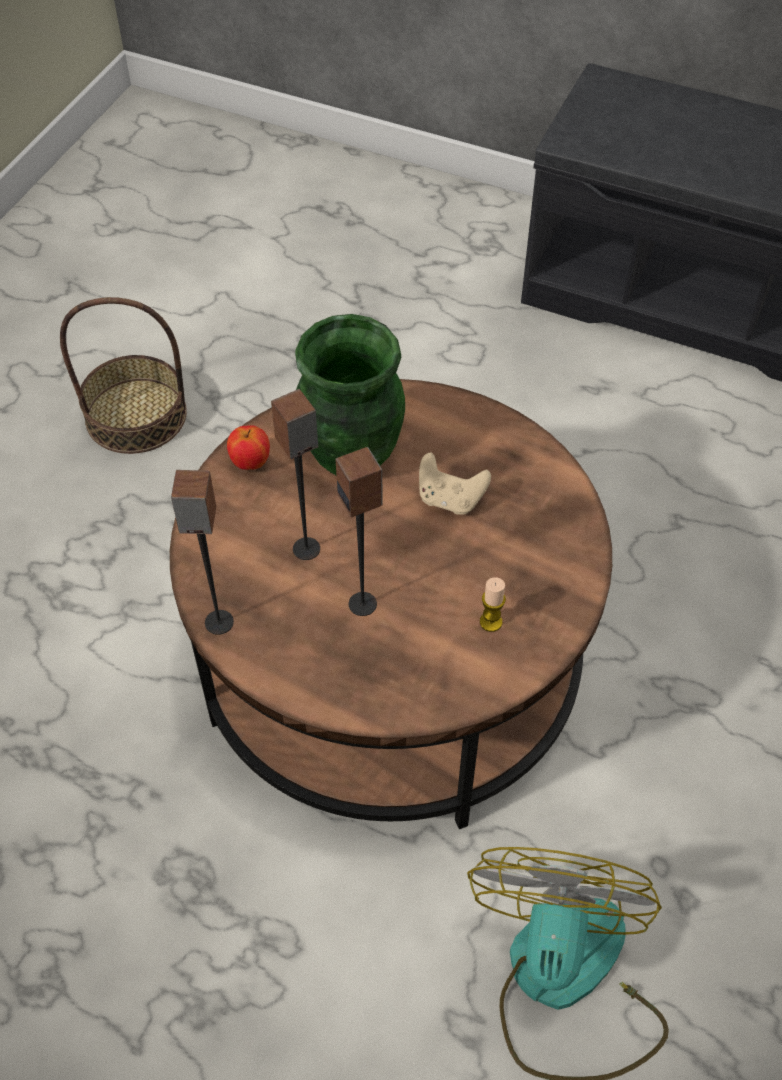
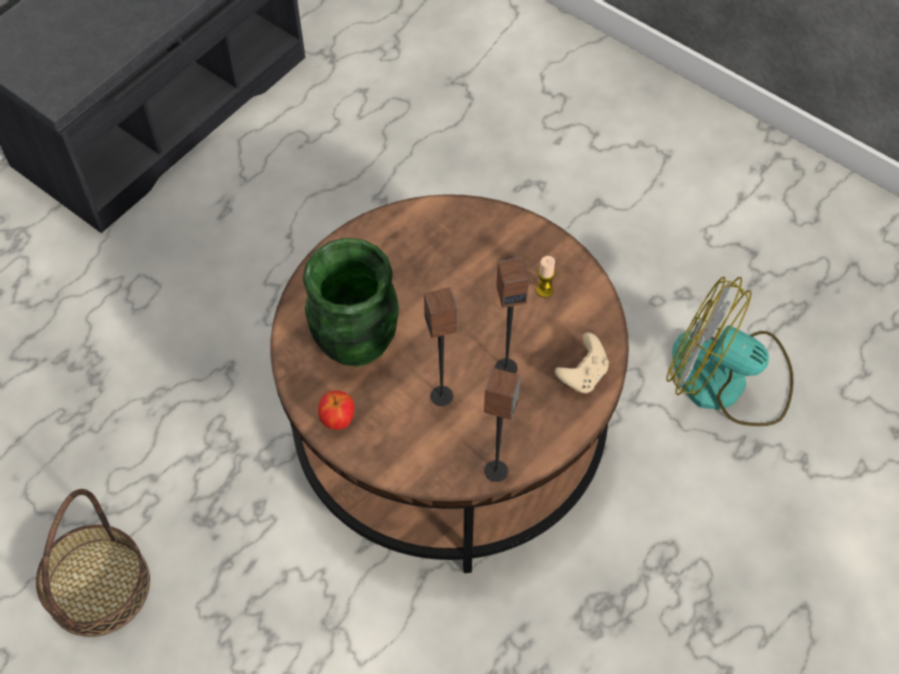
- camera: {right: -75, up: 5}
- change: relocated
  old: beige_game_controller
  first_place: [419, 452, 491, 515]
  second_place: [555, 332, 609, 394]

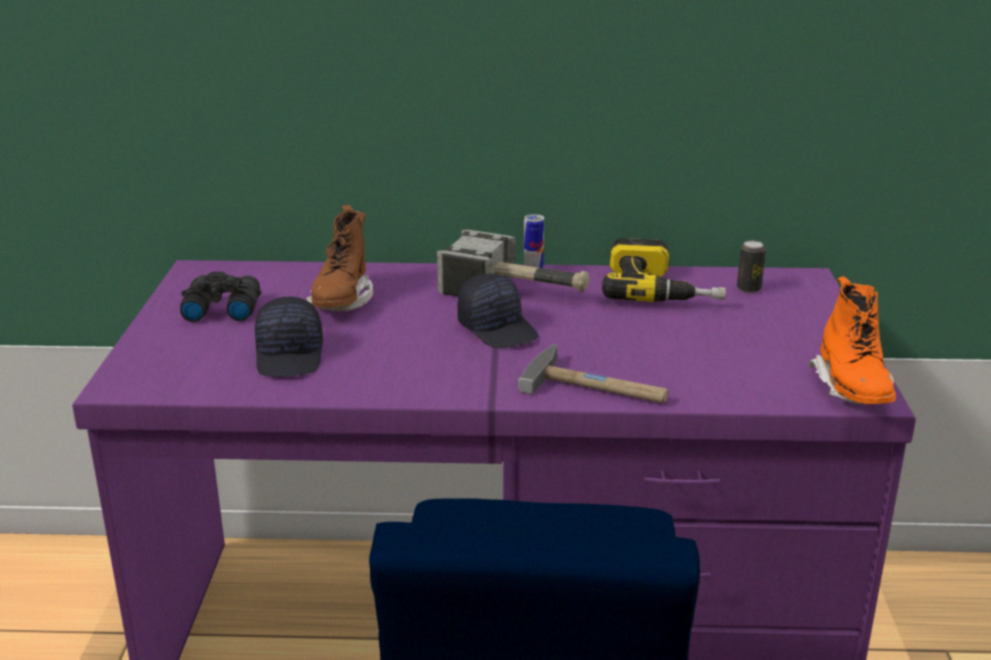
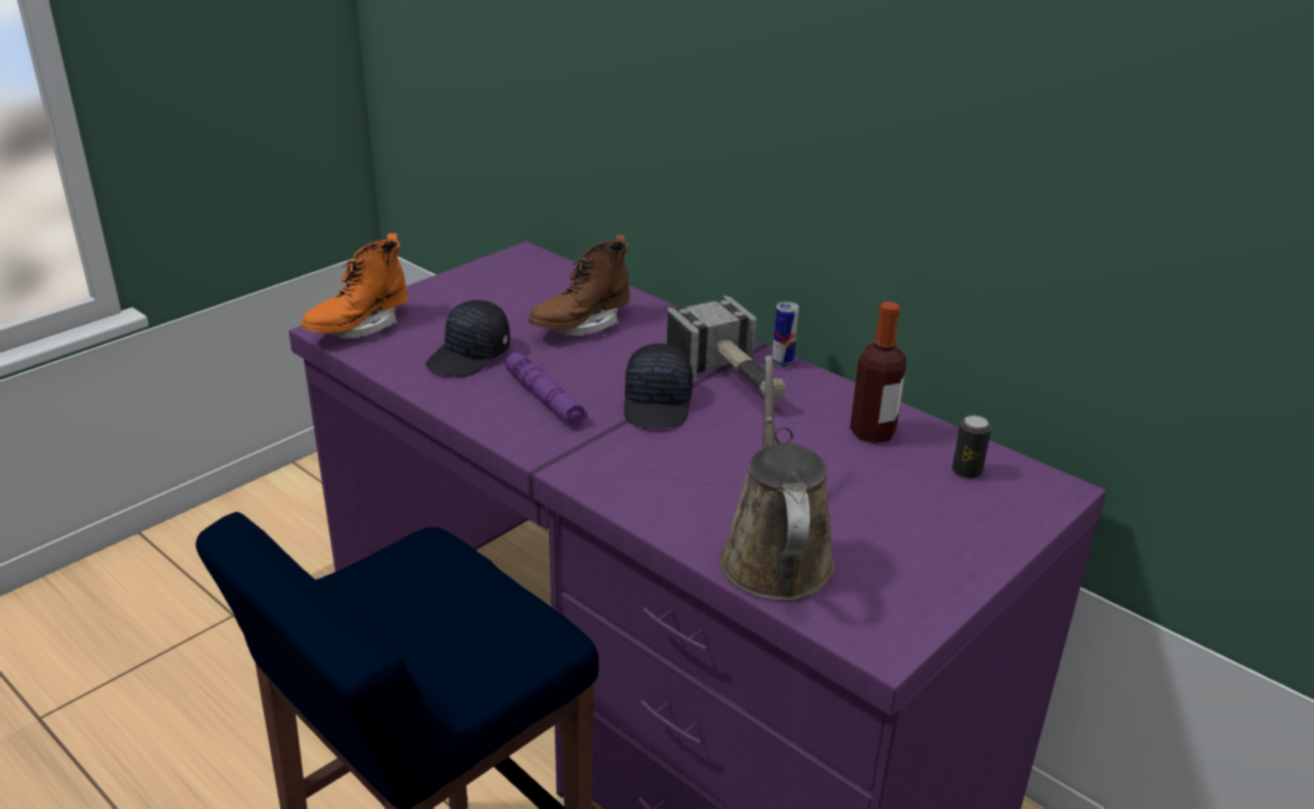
- camera: {right: 40, up: 5}
- change: missing
  old: black_binoculars
  first_place: [180, 272, 262, 322]
- change: missing
  old: hammer
  first_place: [518, 344, 668, 403]
- change: appeared
  new: purple_flashlight
  second_place: [505, 352, 588, 426]
- change: appeared
  new: brown_watering_can
  second_place: [719, 355, 835, 601]
- change: relocated
  old: orange_boot
  first_place: [809, 276, 896, 404]
  second_place: [301, 233, 408, 339]
- change: exchanged
  old: power_drill
  new: bottle
  first_place: [602, 238, 726, 302]
  second_place: [850, 301, 906, 443]

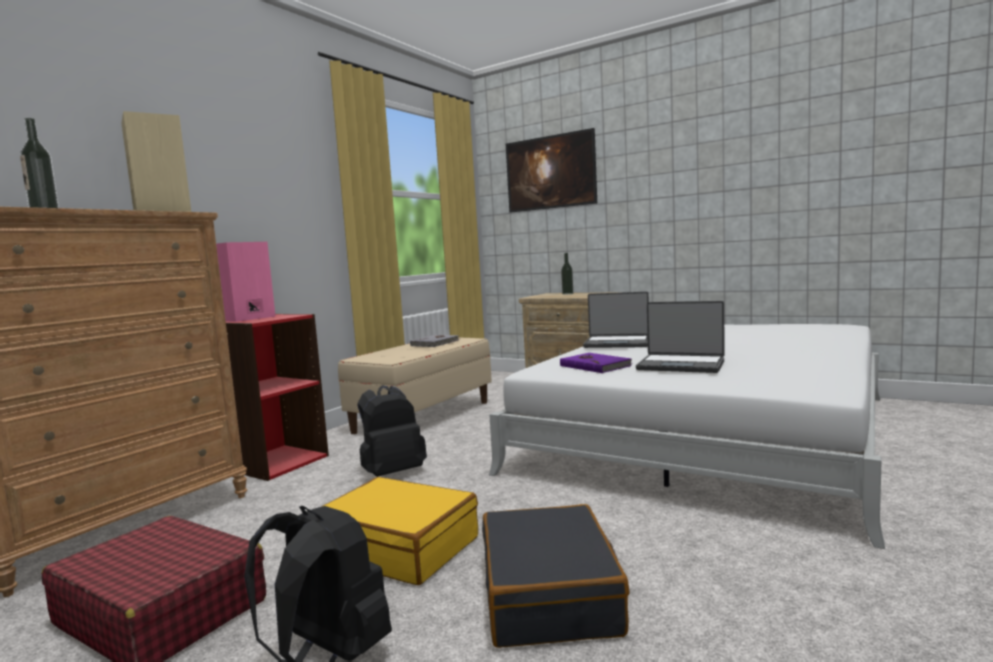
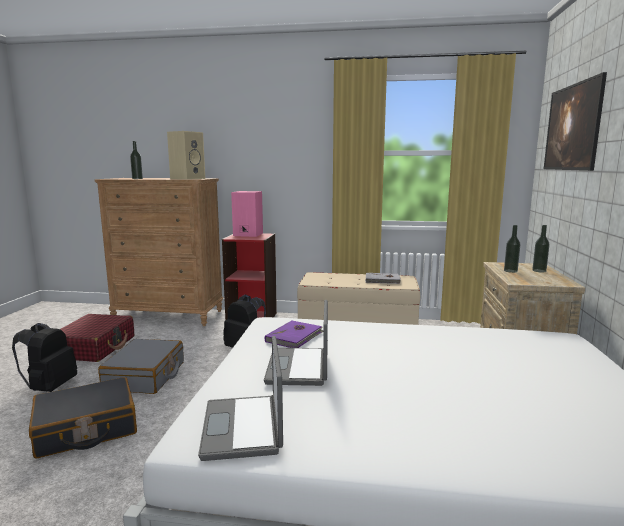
- camera: {right: 65, up: 5}
- change: appeared
  new: bottle
  second_place: [504, 225, 520, 273]
- change: relocated
  old: laptop
  first_place: [583, 292, 649, 348]
  second_place: [198, 336, 283, 461]
- change: colour
  old: yellow_suitcase
  new: grey_suitcase
  first_place: [321, 477, 478, 585]
  second_place: [98, 339, 184, 394]

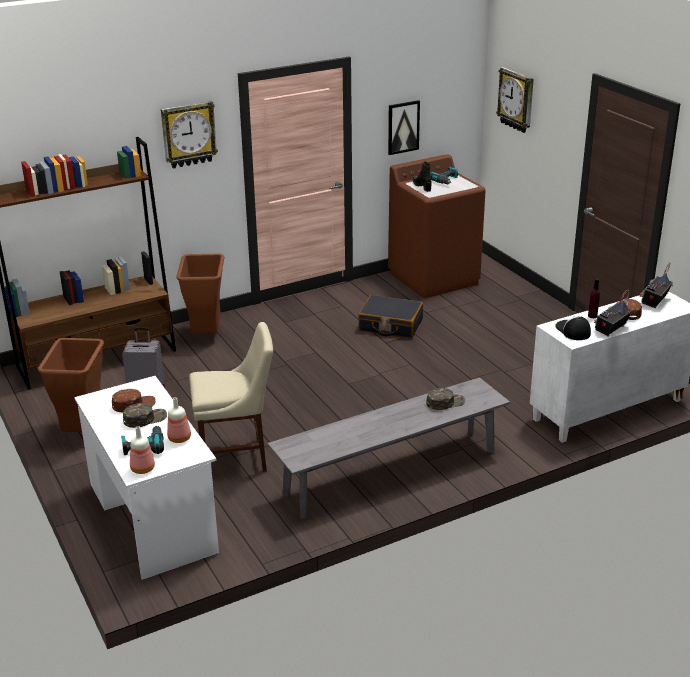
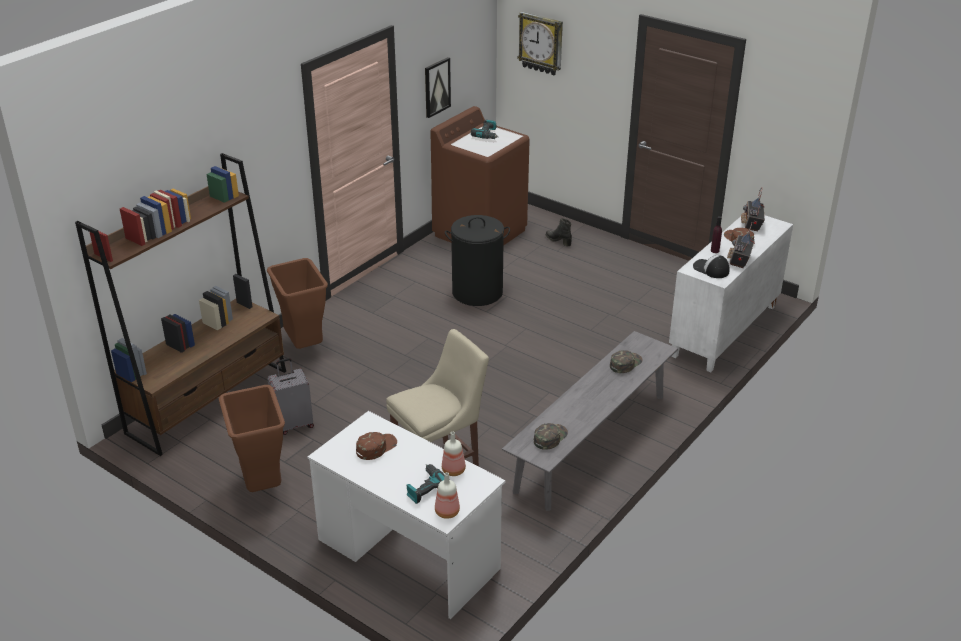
- camera: {right: -25, up: 5}
- change: missing
  old: wall_clock
  first_place: [161, 101, 218, 168]
- change: relocated
  old: green_cap
  first_place: [123, 403, 167, 428]
  second_place: [534, 423, 568, 450]
- change: relocated
  old: black_boot
  first_place: [413, 161, 432, 192]
  second_place: [546, 218, 572, 247]
- change: exchanged
  old: black_suitcase
  new: black_laundry_basket
  first_place: [358, 295, 423, 339]
  second_place: [445, 215, 510, 306]

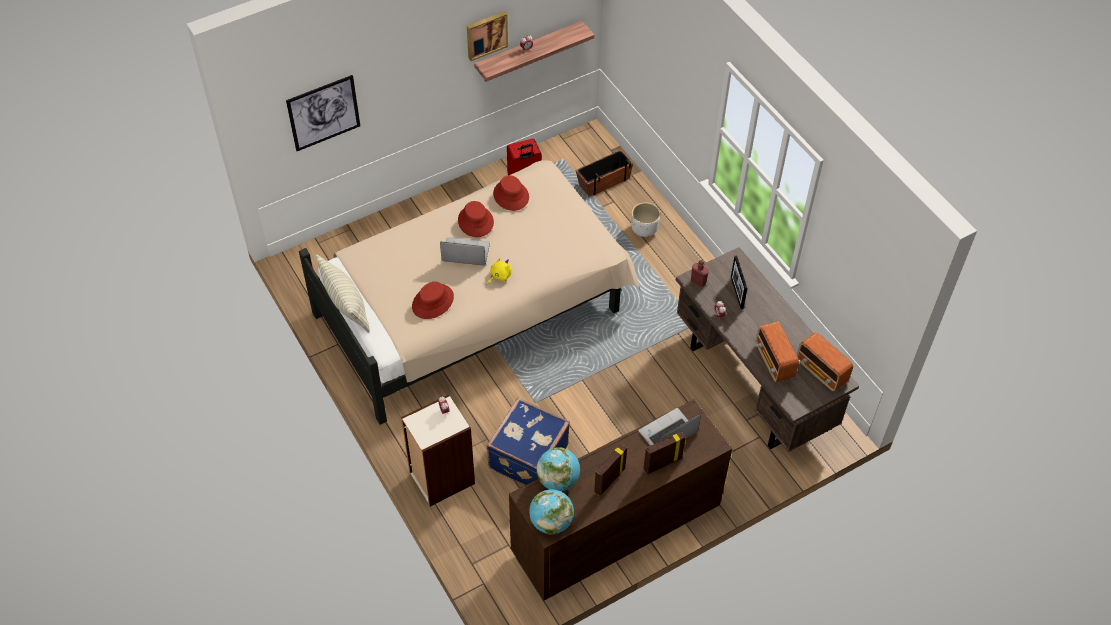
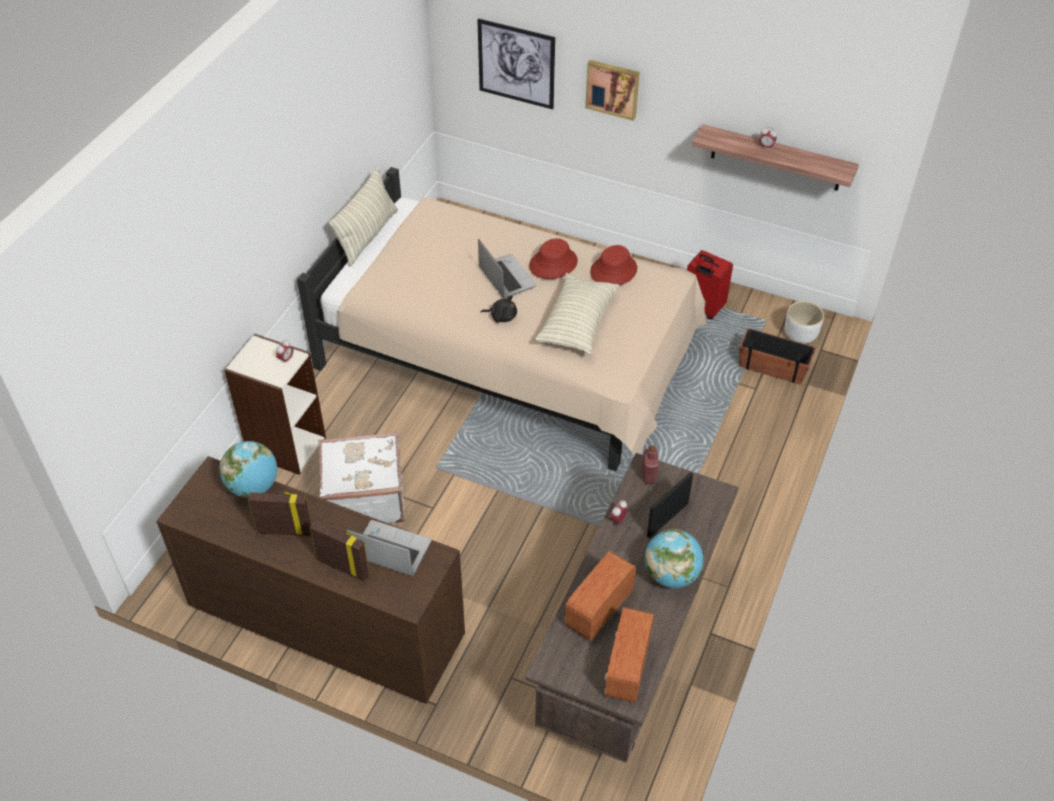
- camera: {right: 55, up: -5}
- change: missing
  old: red_hat
  first_place: [412, 282, 454, 319]
- change: appeared
  new: pillow
  second_place: [535, 273, 619, 355]
- change: relocated
  old: picture
  first_place: [467, 11, 508, 61]
  second_place: [585, 60, 640, 121]
- change: relocated
  old: globe
  first_place: [529, 489, 574, 535]
  second_place: [645, 529, 703, 588]
- change: relocated
  old: white_planter
  first_place: [631, 202, 660, 237]
  second_place: [785, 301, 824, 344]
- change: colour
  old: blue_suitcase
  new: white_suitcase
  first_place: [486, 398, 570, 485]
  second_place: [318, 432, 405, 523]
- change: colour
  old: yellow_plush_toy
  new: black_plush_toy
  first_place: [487, 257, 512, 284]
  second_place: [481, 296, 517, 323]

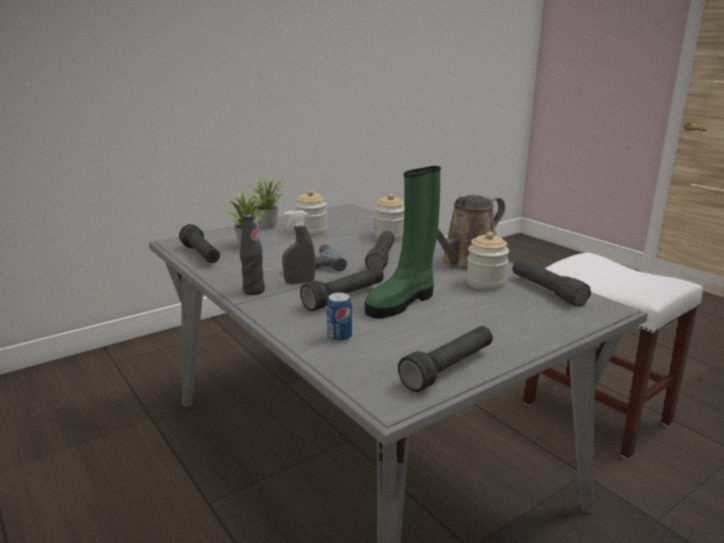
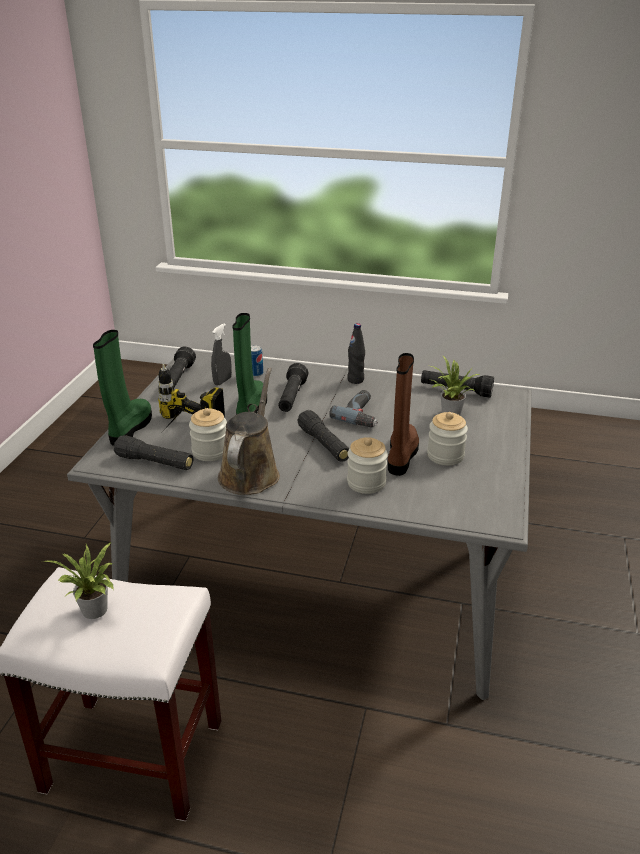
- camera: {right: 140, up: 10}
- change: appeared
  new: green_boot
  second_place: [93, 330, 152, 446]
- change: appeared
  new: power_drill
  second_place: [158, 364, 225, 431]
- change: appeared
  new: brown_boot
  second_place: [388, 353, 419, 476]
- change: relocated
  old: potted_plant
  first_place: [245, 175, 288, 229]
  second_place: [43, 542, 114, 619]
- change: relocated
  old: grey_spray_bottle
  first_place: [282, 210, 316, 284]
  second_place: [211, 323, 232, 386]

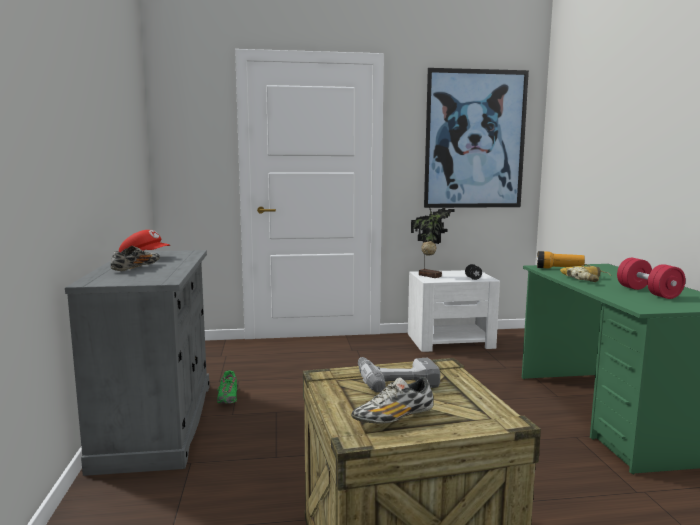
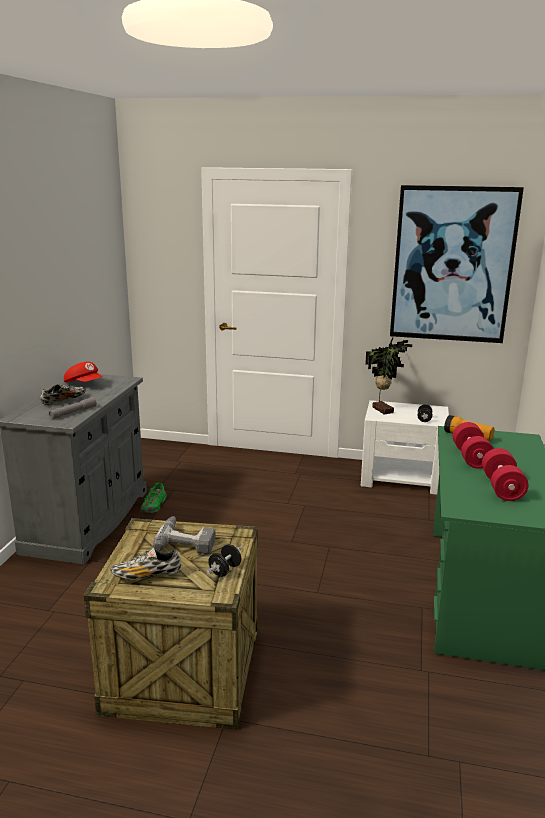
- camera: {right: 20, up: 10}
- change: appeared
  new: grey_flashlight
  second_place: [49, 397, 97, 419]
- change: appeared
  new: black_dumbbell
  second_place: [207, 544, 242, 577]
- change: exchanged
  old: power_drill
  new: red_dumbbell
  first_place: [560, 264, 611, 282]
  second_place: [453, 422, 494, 469]

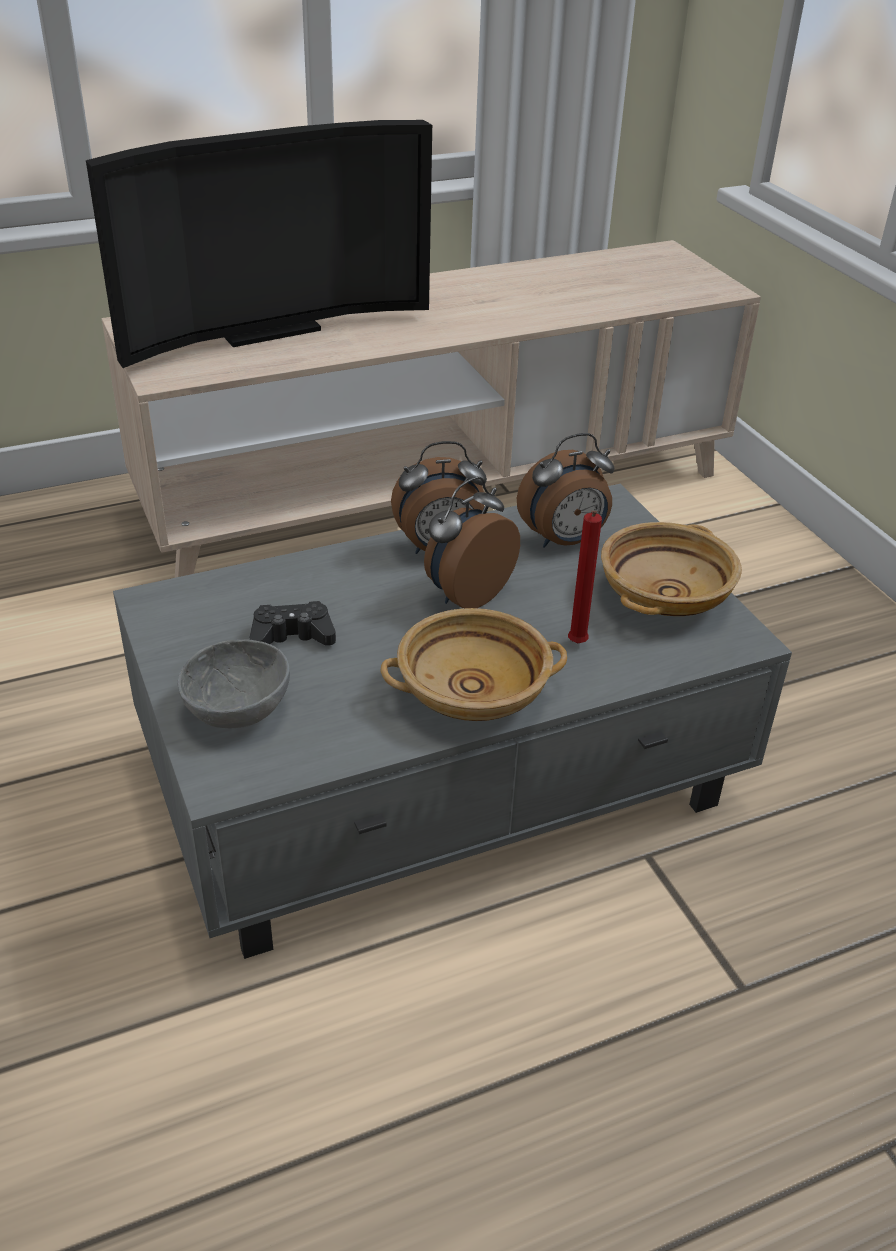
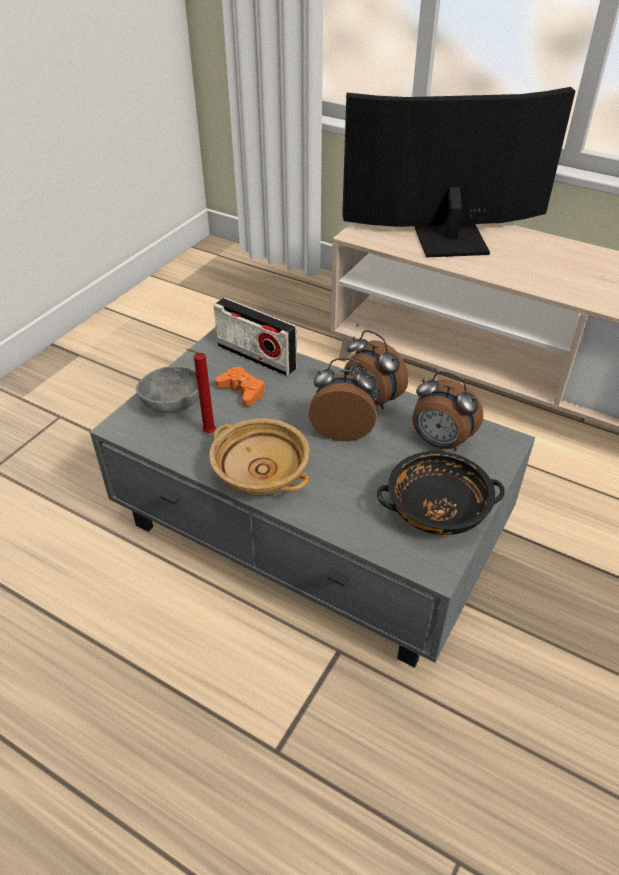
- camera: {right: 55, up: 5}
- change: appeared
  new: radio
  second_place: [214, 297, 297, 376]
- change: relocated
  old: red_candle
  first_place: [568, 510, 602, 644]
  second_place: [186, 349, 216, 433]
- change: colour
  old: black_game_controller
  new: orange_game_controller
  first_place: [250, 601, 336, 646]
  second_place: [215, 367, 265, 406]
- change: colour
  old: beige_bowl
  new: black_bowl
  first_place: [601, 522, 742, 616]
  second_place: [377, 451, 505, 535]
- change: spun
  old: television
  first_place: [86, 120, 432, 368]
  second_place: [342, 87, 575, 257]
  degrees: 150

